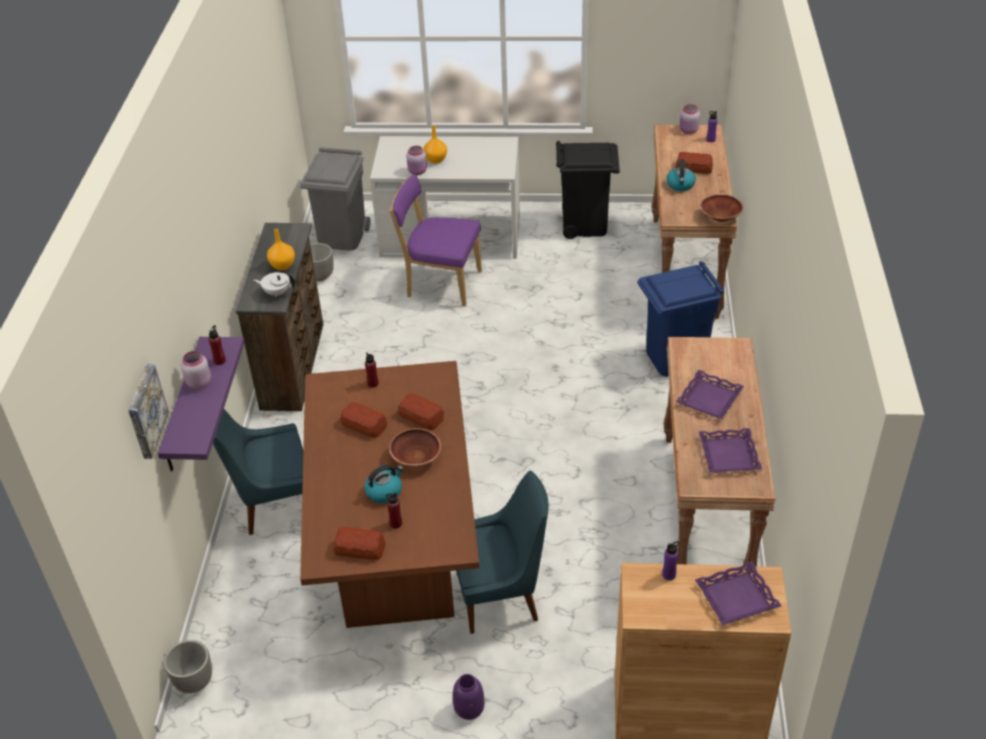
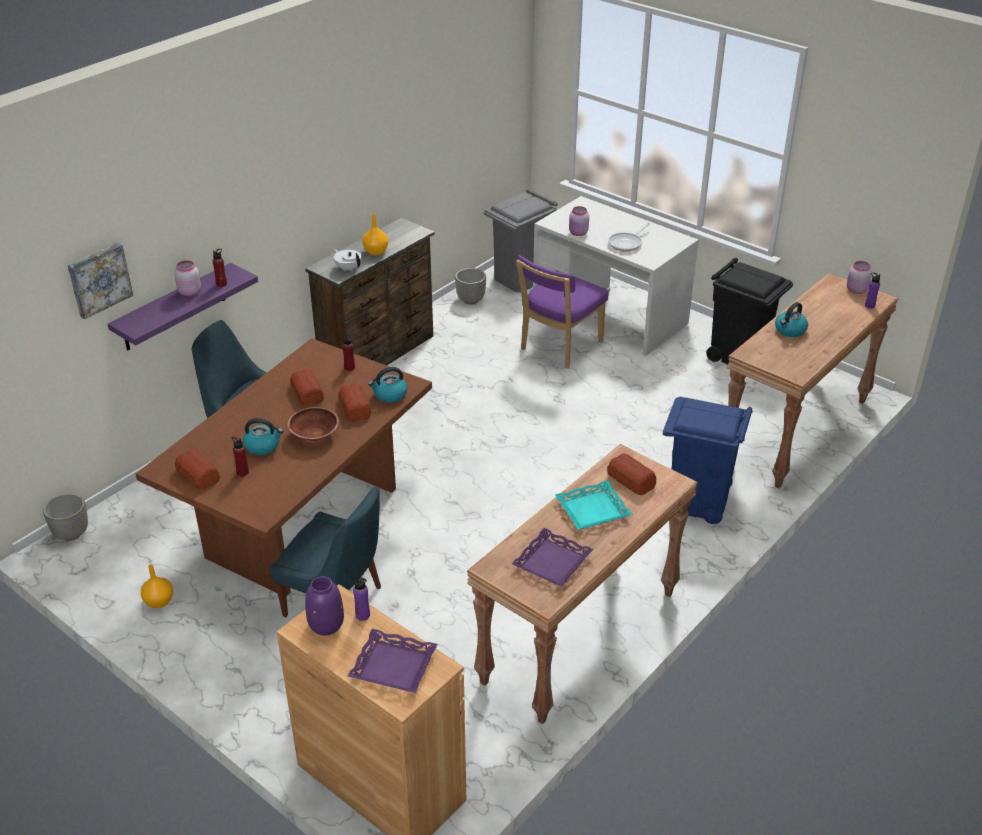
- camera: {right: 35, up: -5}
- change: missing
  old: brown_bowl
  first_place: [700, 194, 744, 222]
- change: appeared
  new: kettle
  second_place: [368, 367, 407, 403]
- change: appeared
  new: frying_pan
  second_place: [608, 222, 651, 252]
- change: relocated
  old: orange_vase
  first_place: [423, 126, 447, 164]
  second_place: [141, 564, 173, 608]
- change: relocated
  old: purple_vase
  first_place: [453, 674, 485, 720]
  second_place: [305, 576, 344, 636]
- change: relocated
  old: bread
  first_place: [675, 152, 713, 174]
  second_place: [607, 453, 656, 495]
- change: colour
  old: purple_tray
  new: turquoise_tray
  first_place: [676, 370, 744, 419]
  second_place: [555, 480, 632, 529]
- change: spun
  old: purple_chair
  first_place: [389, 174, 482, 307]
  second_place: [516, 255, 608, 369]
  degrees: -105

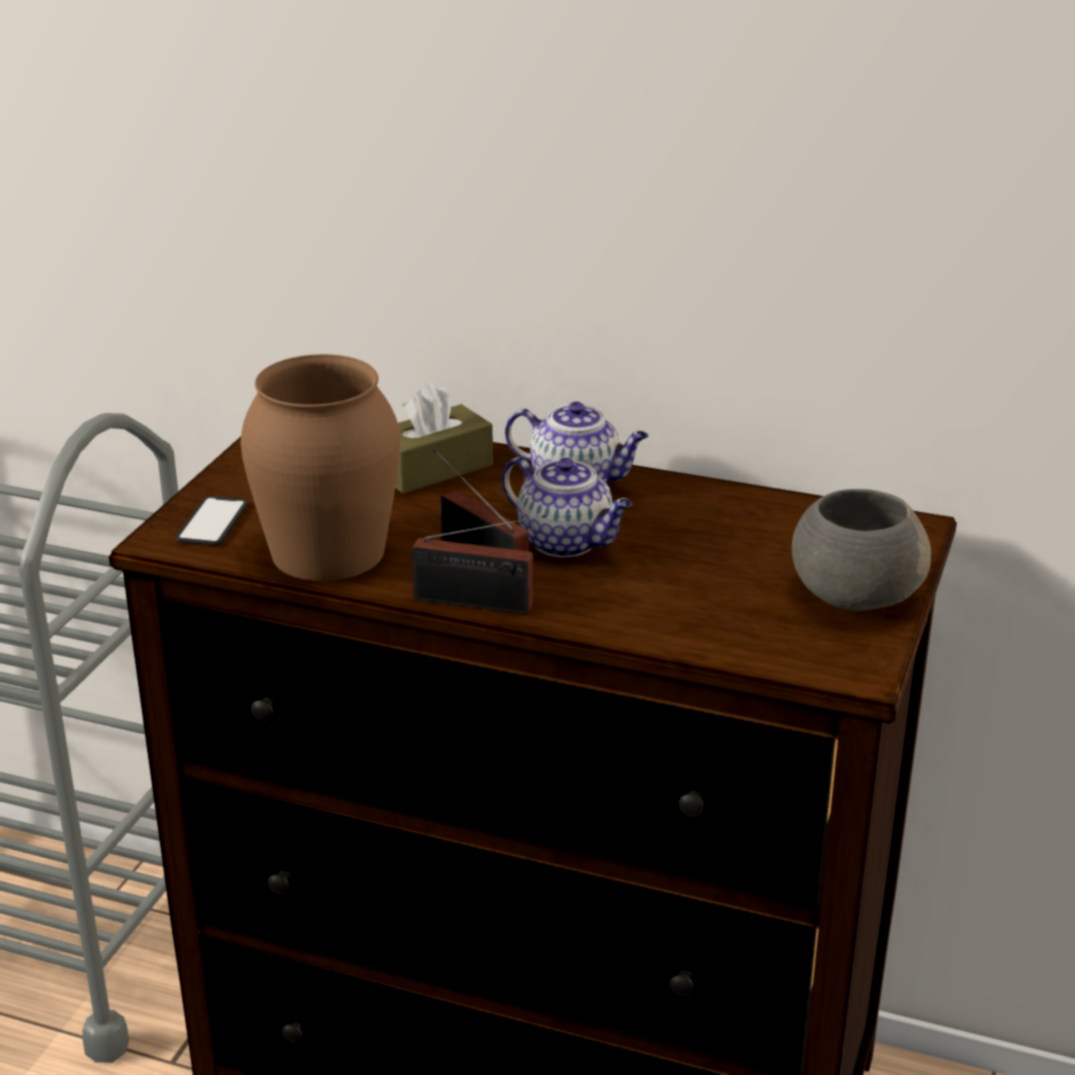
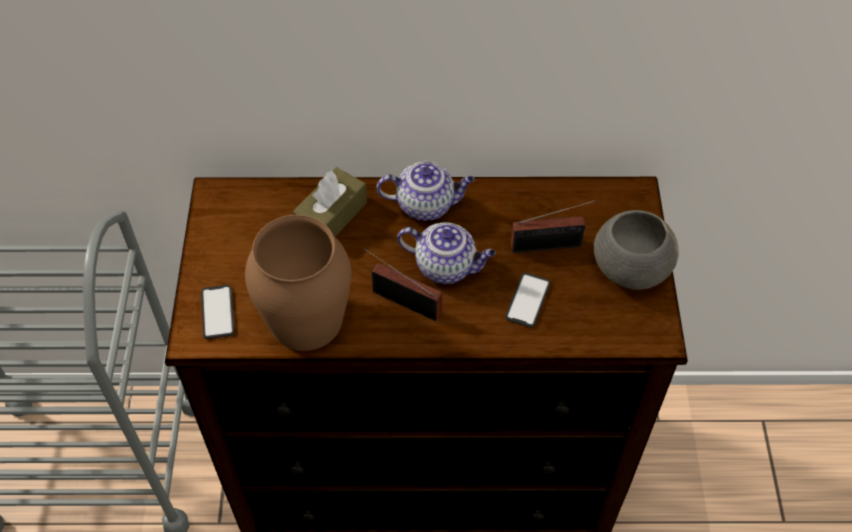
- camera: {right: -20, up: 25}
- change: appeared
  new: phone
  second_place: [505, 273, 550, 328]
- change: relocated
  old: radio
  first_place: [412, 515, 546, 614]
  second_place: [511, 200, 596, 253]

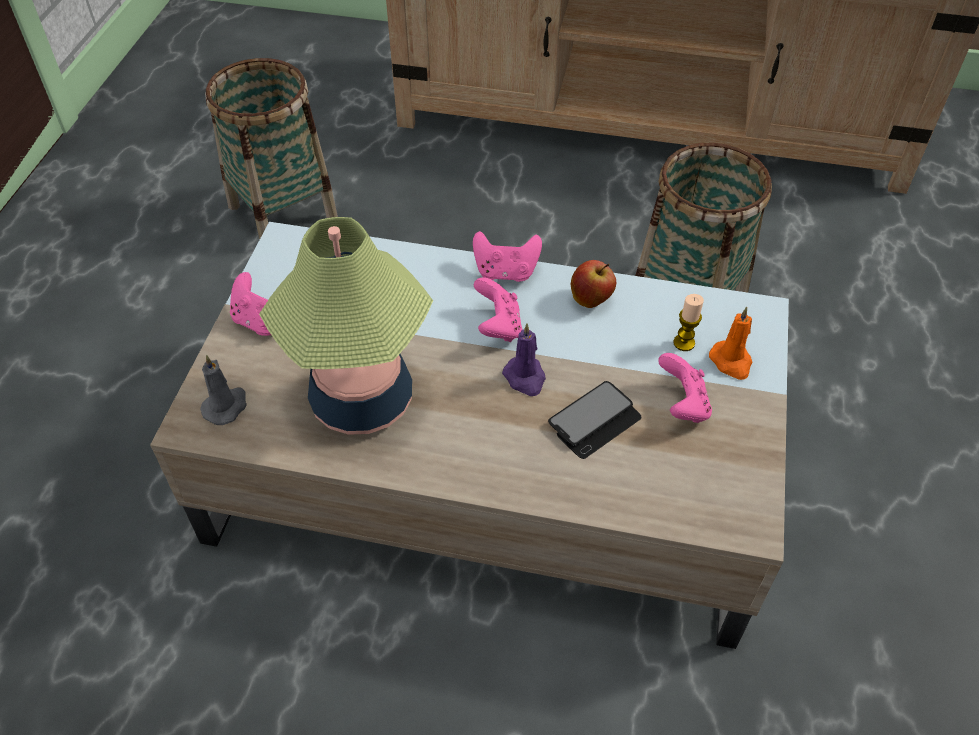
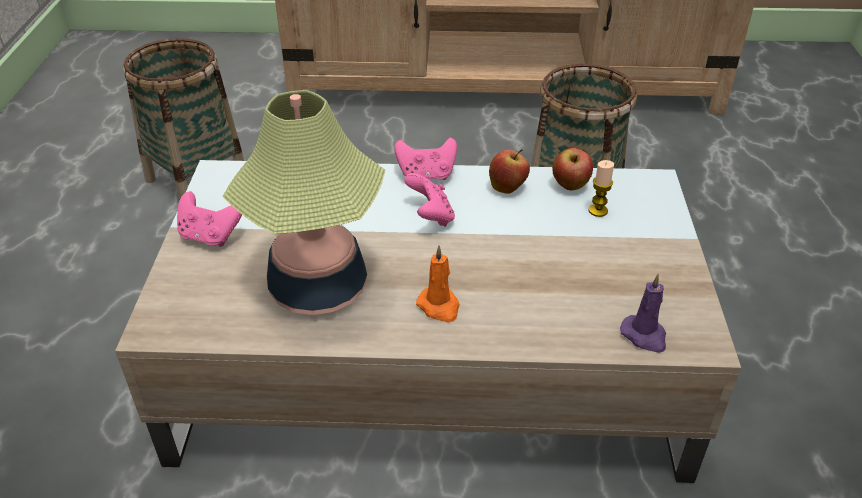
- camera: {right: -10, up: -10}
- change: missing
  old: grey_candle
  first_place: [200, 355, 247, 425]
- change: missing
  old: phone
  first_place: [548, 381, 642, 459]
- change: missing
  old: pink_game_controller
  first_place: [658, 353, 712, 423]
- change: appeared
  new: apple
  second_place: [552, 148, 593, 191]
- change: relocated
  old: purple_candle
  first_place: [502, 323, 546, 396]
  second_place: [620, 274, 666, 353]
- change: relocated
  old: orange_candle
  first_place: [709, 307, 753, 380]
  second_place: [416, 245, 460, 322]

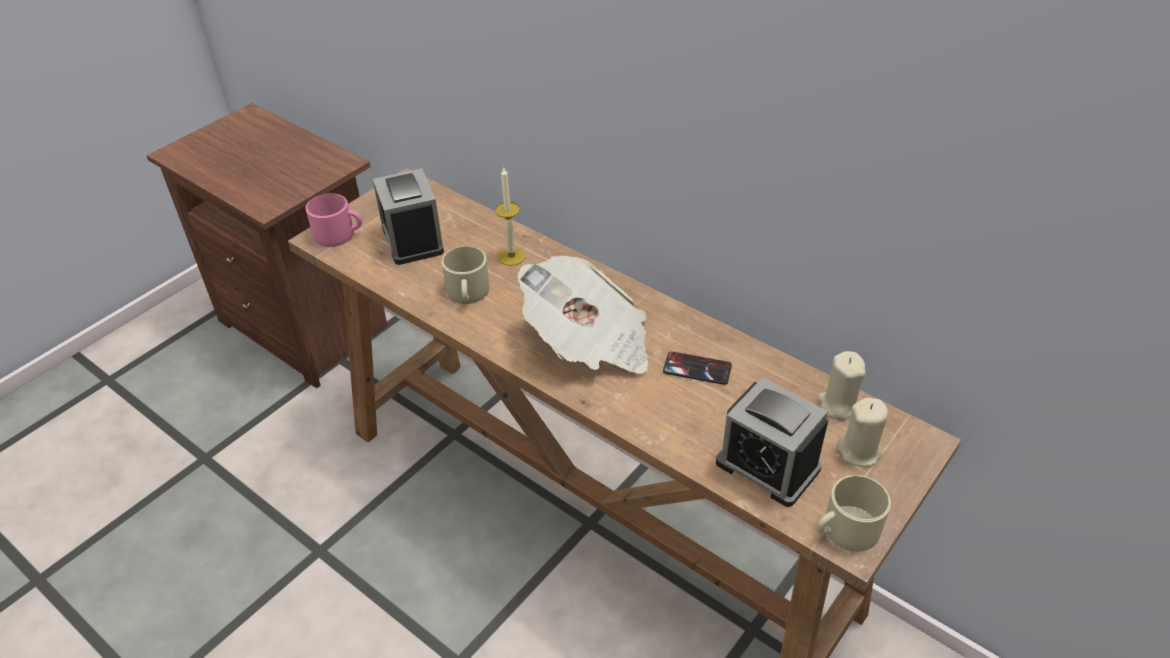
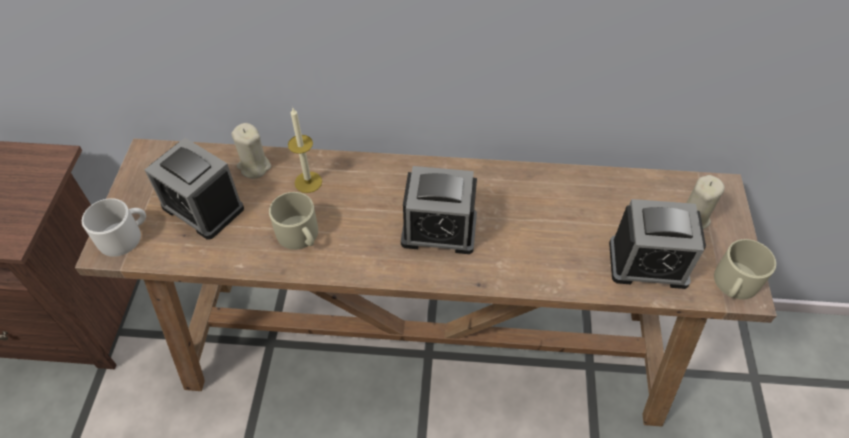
- camera: {right: -35, up: 10}
- change: missing
  old: phone
  first_place: [663, 352, 732, 385]
- change: relocated
  old: beige_candle
  first_place: [818, 351, 866, 420]
  second_place: [231, 123, 271, 179]
- change: exchanged
  old: newspaper
  new: alarm_clock
  first_place: [518, 256, 648, 374]
  second_place: [401, 166, 477, 254]
- change: colour
  old: pink_mug
  new: white_mug
  first_place: [306, 193, 362, 247]
  second_place: [82, 198, 146, 257]

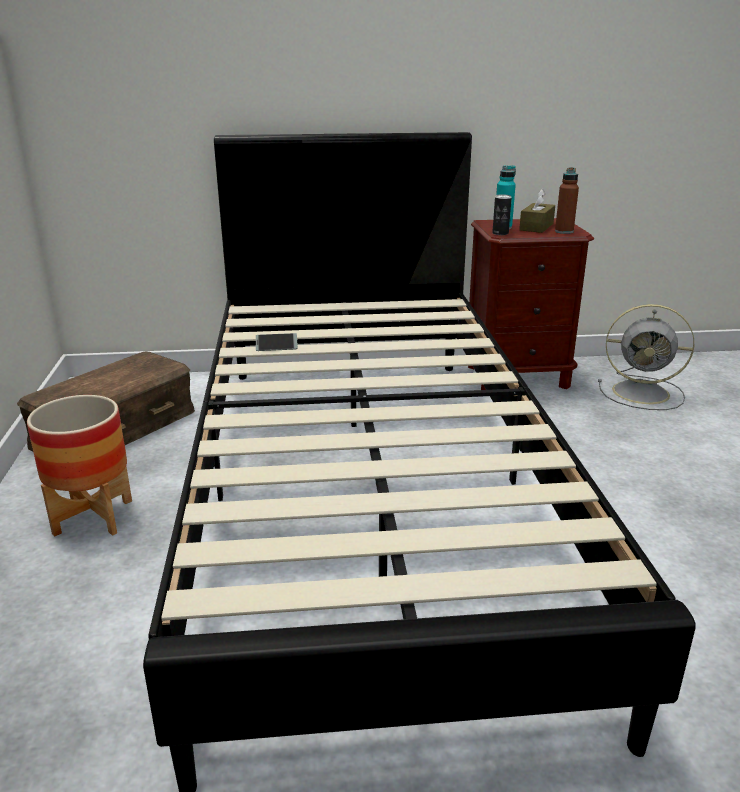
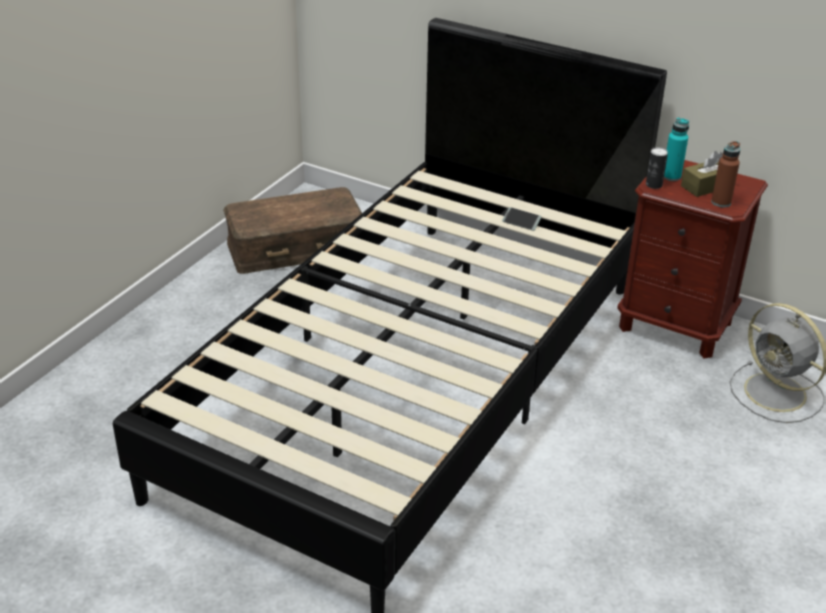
- camera: {right: 35, up: 10}
- change: missing
  old: planter
  first_place: [27, 395, 132, 537]
- change: relocated
  old: phone
  first_place: [256, 333, 298, 351]
  second_place: [502, 207, 541, 231]

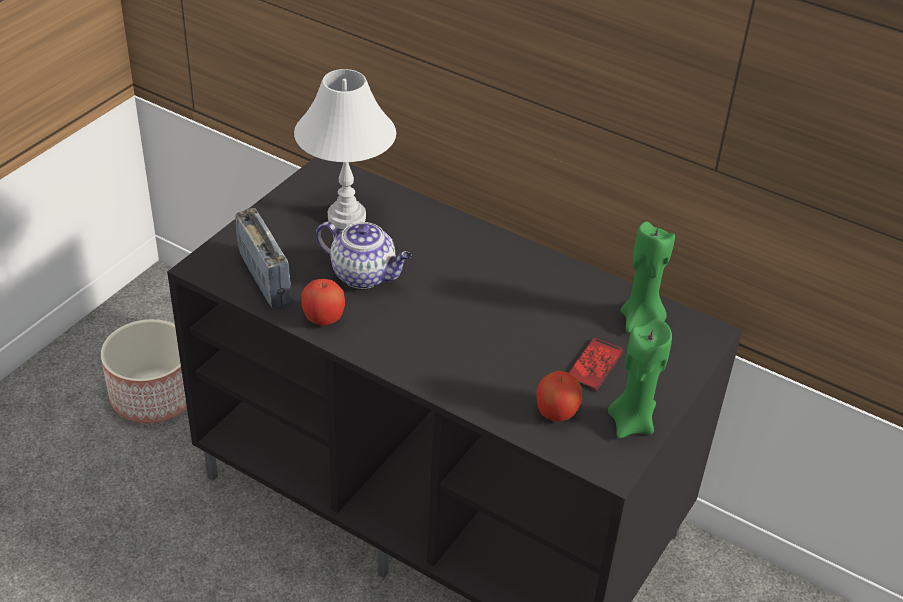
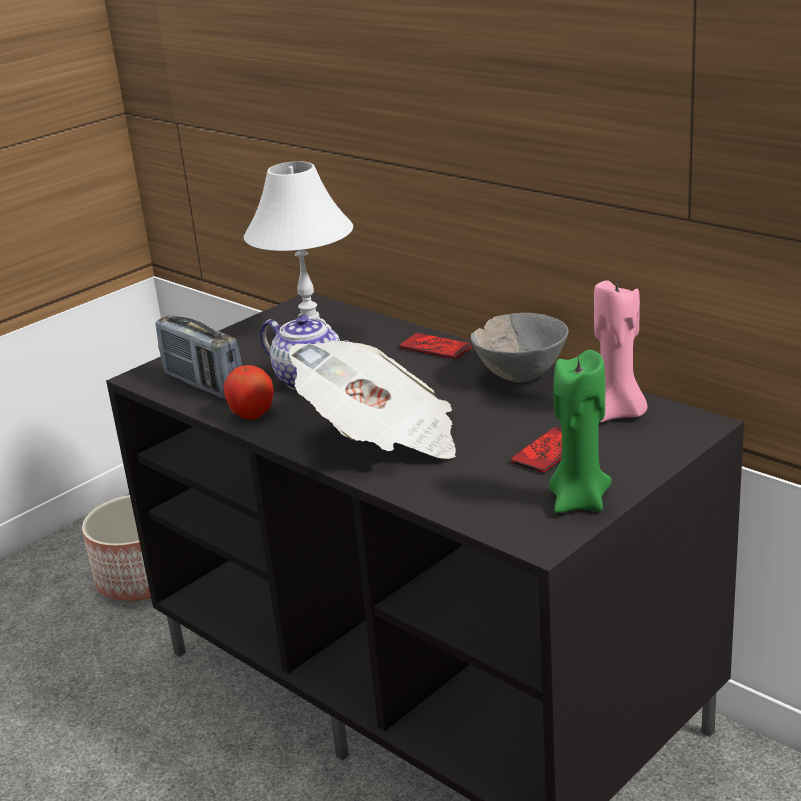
- camera: {right: 15, up: -15}
- change: missing
  old: apple
  first_place: [536, 371, 582, 421]
- change: appeared
  new: newspaper
  second_place: [288, 341, 456, 459]
- change: appeared
  new: phone
  second_place: [399, 333, 473, 359]
- change: appeared
  new: grey_bowl
  second_place: [471, 313, 568, 382]
- change: colour
  old: green_candle
  new: pink_candle
  first_place: [621, 222, 675, 333]
  second_place: [594, 280, 647, 422]
- change: spun
  old: radio
  first_place: [236, 208, 291, 308]
  second_place: [155, 315, 242, 399]
  degrees: 150

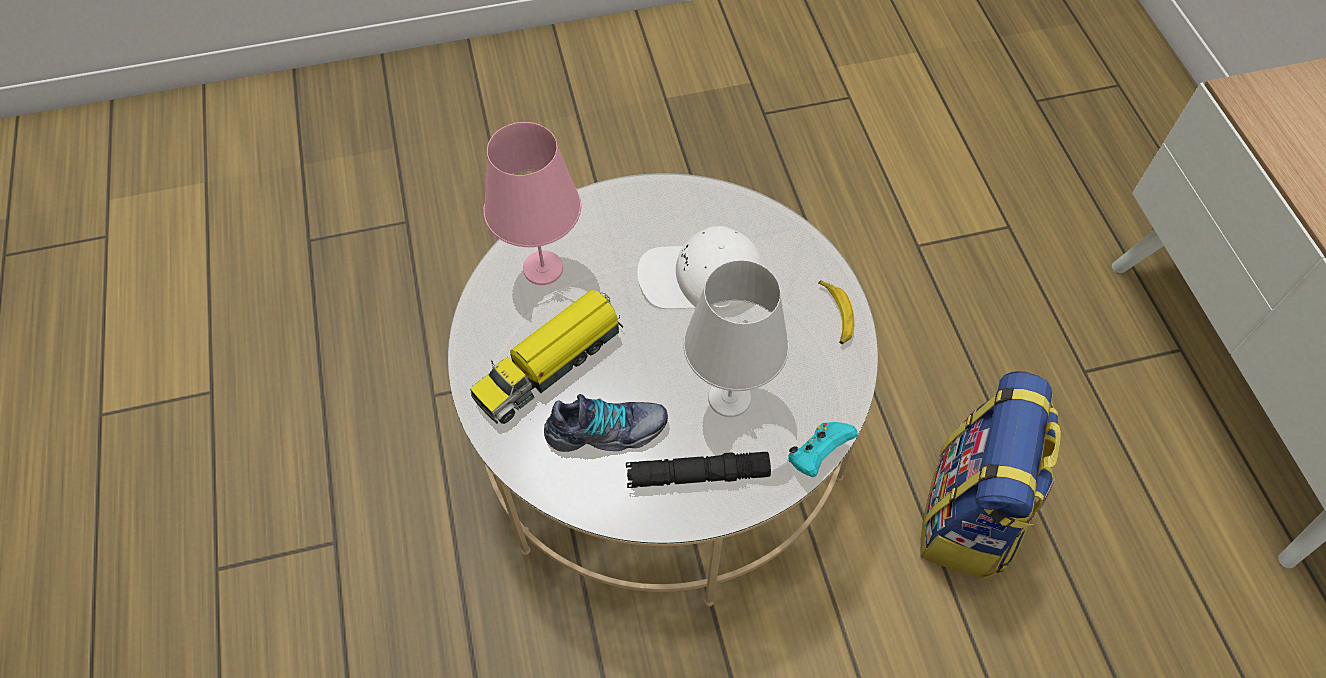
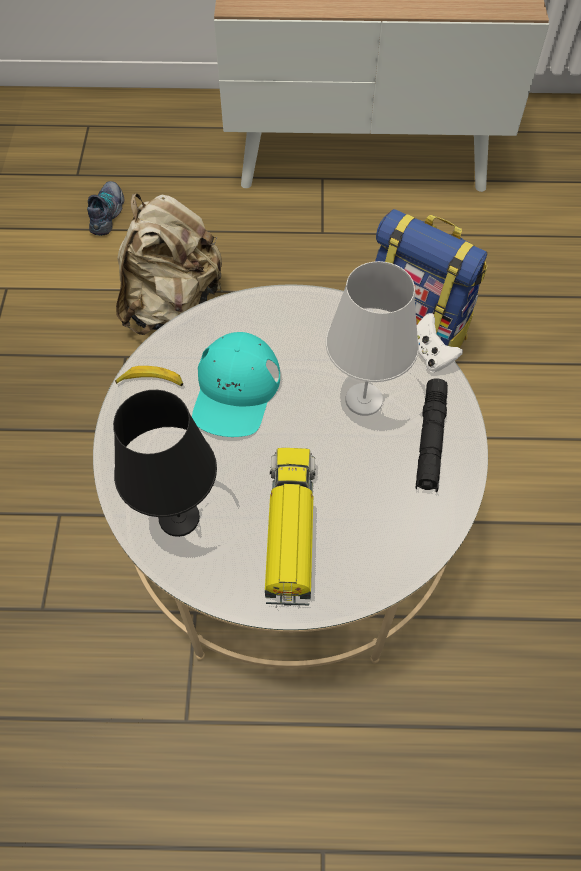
- camera: {right: -75, up: 0}
- change: appeared
  new: beige_backpack
  second_place: [116, 193, 223, 335]
- change: relocated
  old: shoe
  first_place: [544, 394, 668, 452]
  second_place: [87, 181, 125, 236]
- change: relocated
  old: banana
  first_place: [818, 280, 854, 344]
  second_place: [115, 366, 183, 386]
- change: colour
  old: pink_table_lamp
  new: black_table_lamp
  first_place: [483, 122, 581, 285]
  second_place: [113, 390, 217, 537]
- change: colour
  old: white_cap
  new: turquoise_cap
  first_place: [637, 226, 764, 313]
  second_place: [192, 332, 280, 437]
- change: colour
  old: turquoise_game_controller
  new: white_game_controller
  first_place: [788, 422, 858, 477]
  second_place: [417, 313, 463, 373]
- change: spun
  old: toy_truck
  first_place: [470, 290, 623, 424]
  second_place: [265, 448, 316, 606]
  degrees: -150

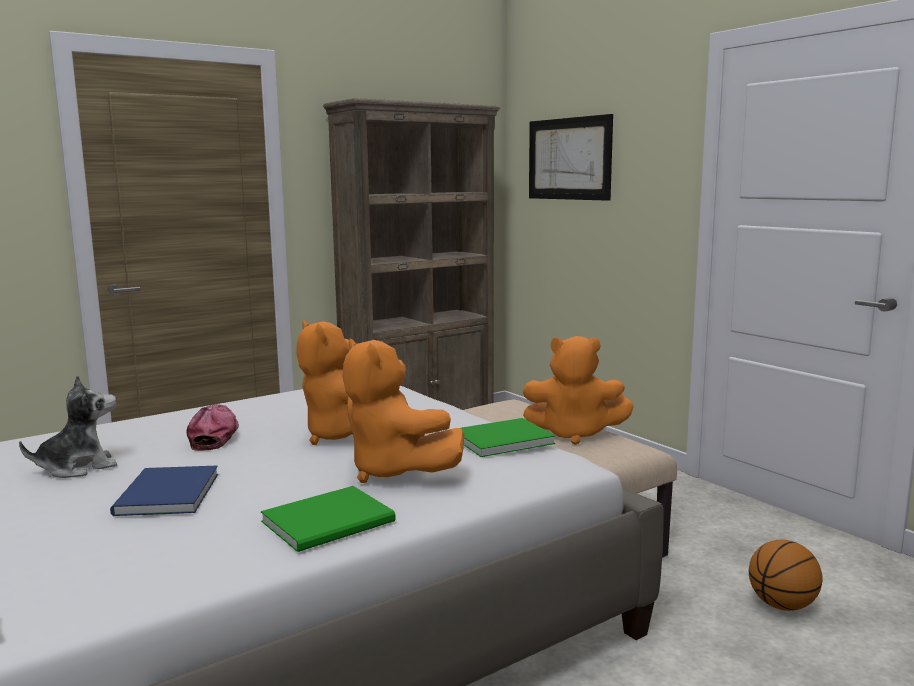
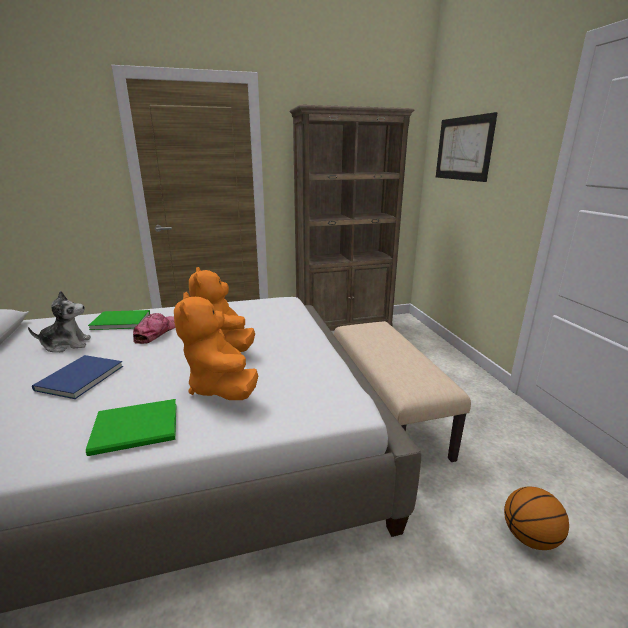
- camera: {right: 20, up: 10}
- change: missing
  old: orange_plush_toy
  first_place: [523, 336, 634, 445]
- change: relocated
  old: green_book
  first_place: [461, 418, 555, 457]
  second_place: [88, 310, 150, 330]

